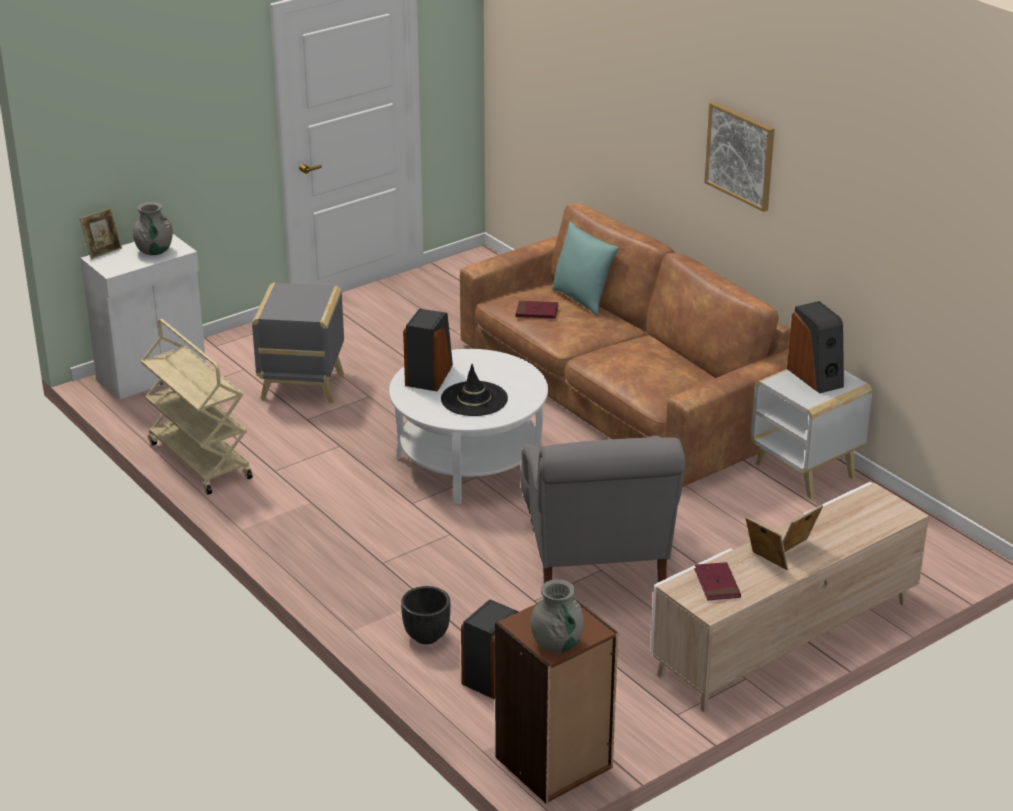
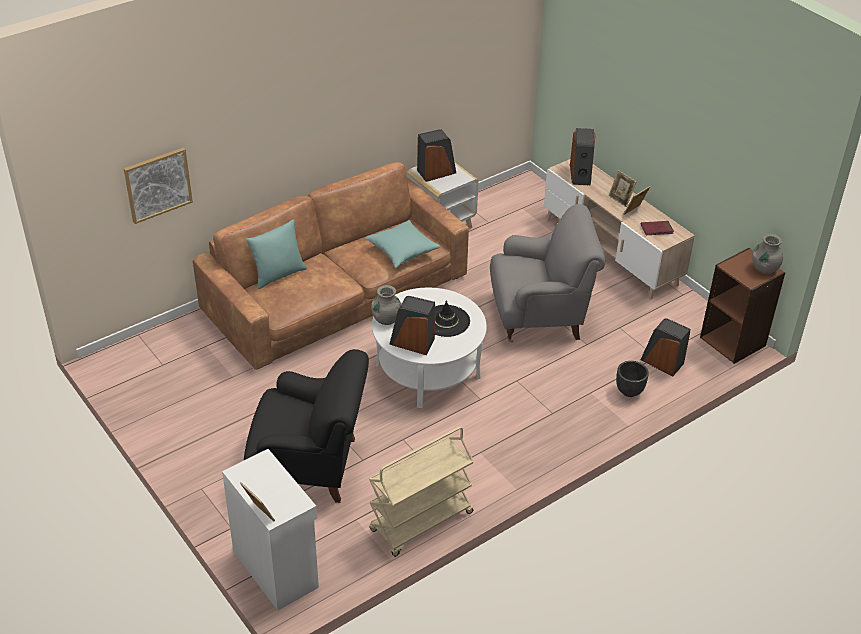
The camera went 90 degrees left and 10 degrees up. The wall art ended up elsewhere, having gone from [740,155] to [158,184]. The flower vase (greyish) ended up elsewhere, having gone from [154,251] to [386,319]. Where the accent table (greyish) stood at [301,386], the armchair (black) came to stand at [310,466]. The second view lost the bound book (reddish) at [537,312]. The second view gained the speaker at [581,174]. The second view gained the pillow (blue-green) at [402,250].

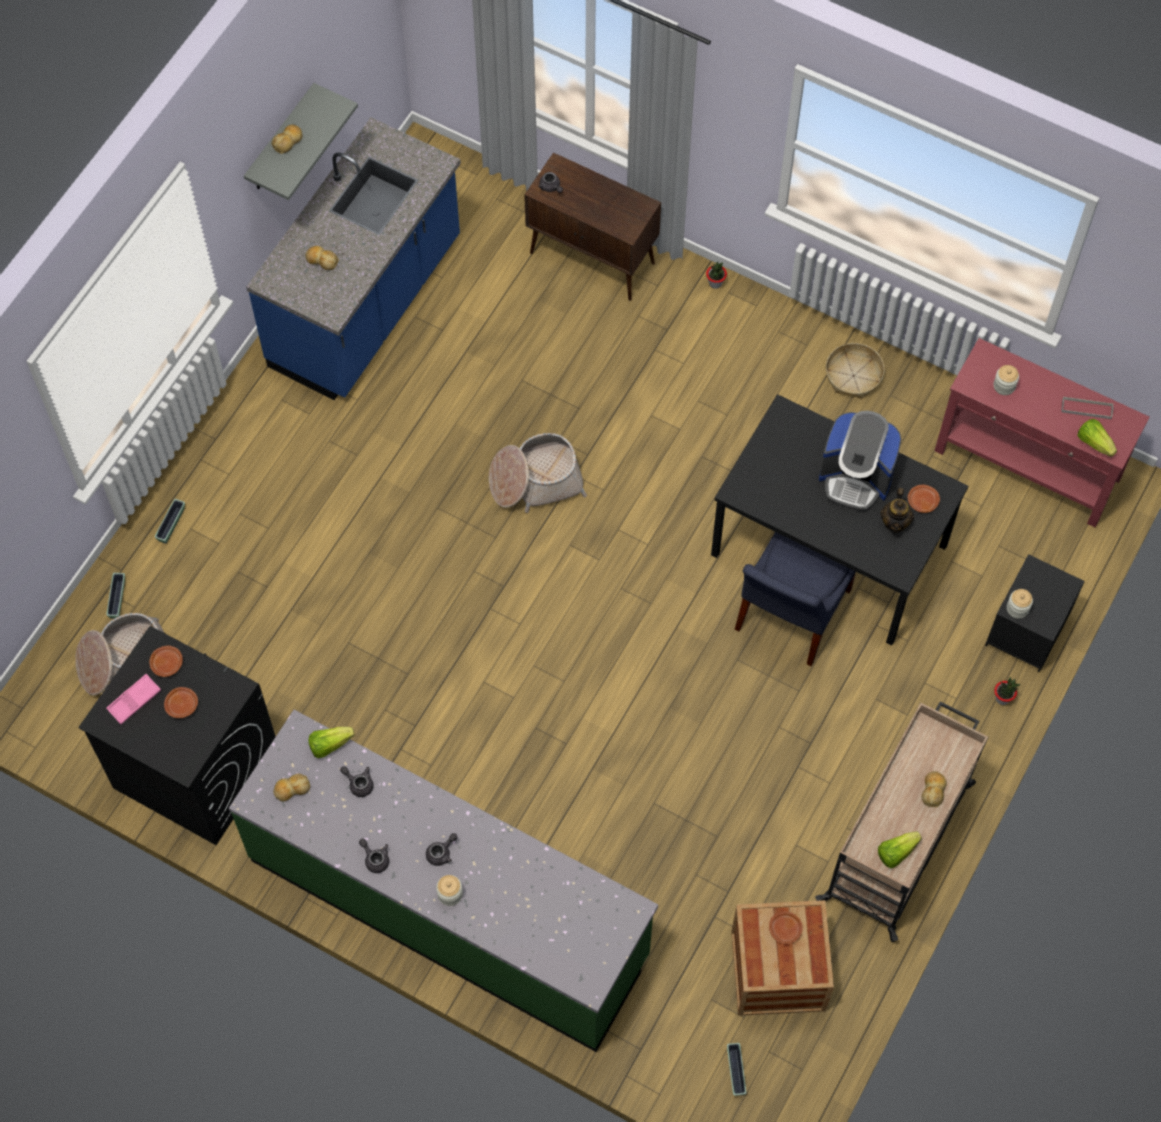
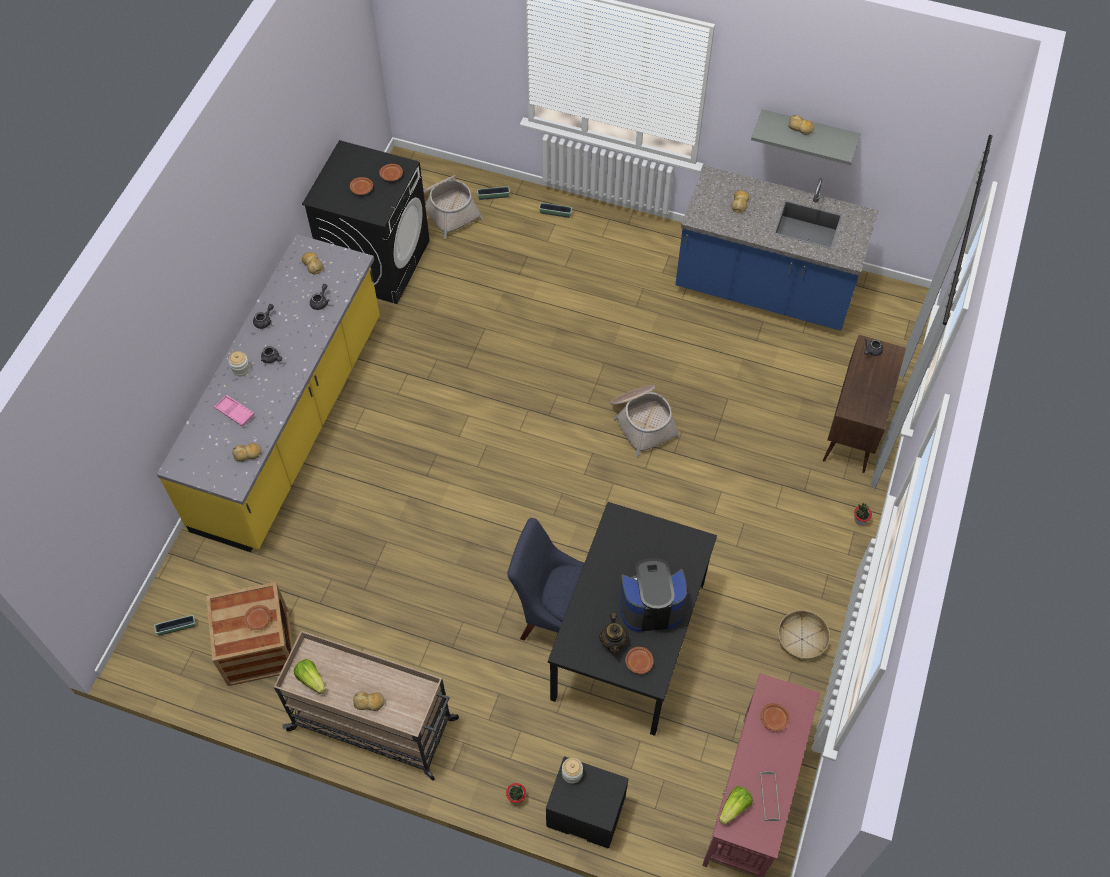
The camera went 80 degrees right and 5 degrees down. Where the jar stood at [1004,386], the dinner plate (brown) came to stand at [774,719]. The coffee machine at [856,477] ended up facing another way, 75 degrees clockwise from before. The teapot at [895,522] ended up facing another way, 90 degrees counterclockwise from before. The carrying tray (pink-coloured) ended up elsewhere, having gone from [134,701] to [234,412]. What was the kitchen counter (green) at [449,907] turned into the kitchen counter (yellowish) at [291,423]. The second view lost the lettuce head at [329,744]. The second view gained the bakery bread at [248,454].

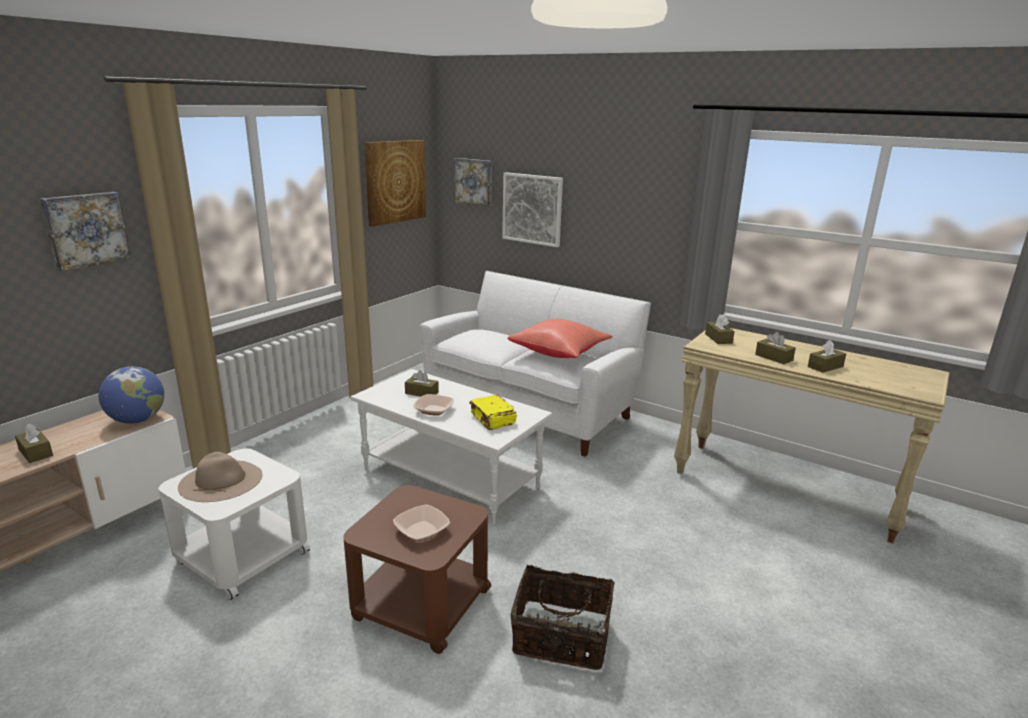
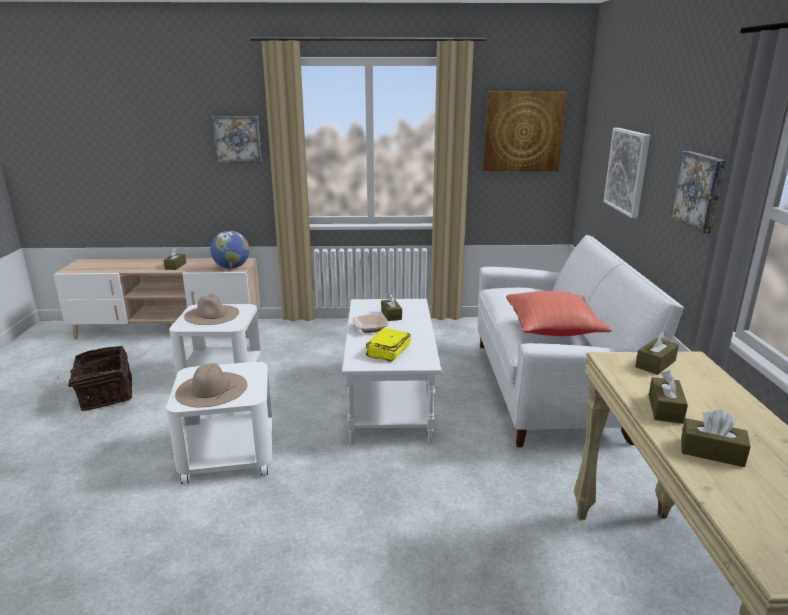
The camera went 55 degrees right and 0 degrees up. The wall art ended up elsewhere, having gone from [474,182] to [700,190]. What was the accent table (brown) at [420,603] turned into the accent table (white) at [228,453]. Where the deep dish stood at [421,531], the clothing hat (sand-coloured) came to stand at [211,389]. The basket ended up elsewhere, having gone from [561,639] to [104,394].

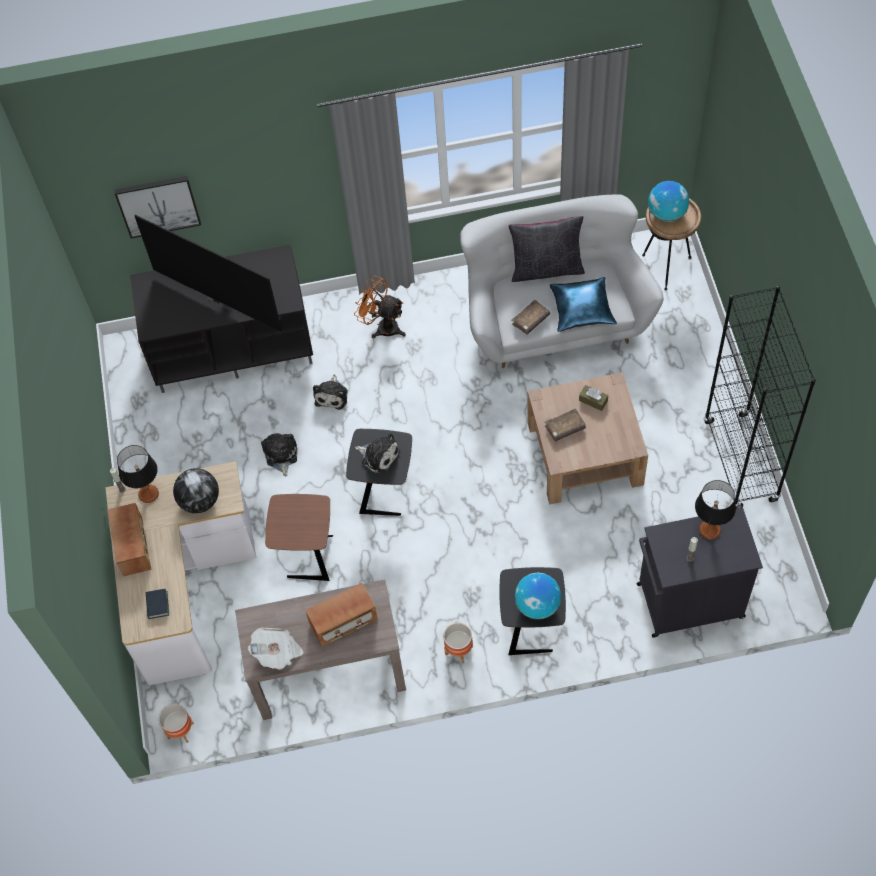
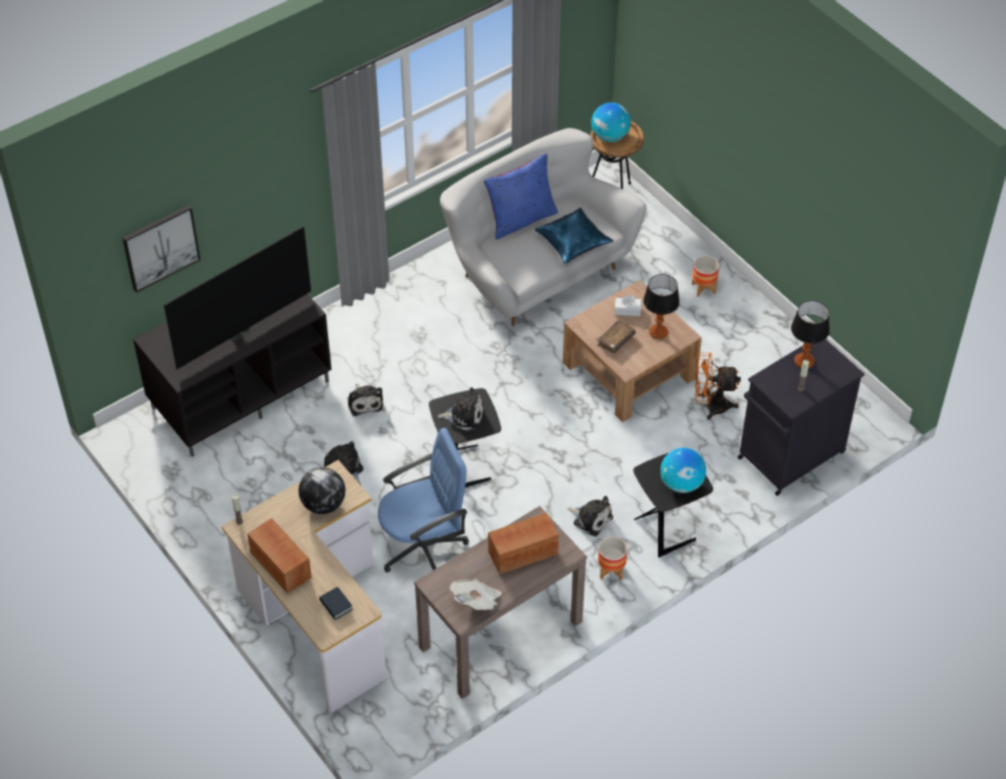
The camera went 30 degrees left and 10 degrees down. The TV set at [224,297] ended up facing another way, 45 degrees counterclockwise from before. What was the pillow (black) at [546,268] turned into the pillow (bluish) at [521,219]. The fan (orange-coloured) ended up elsewhere, having gone from [382,326] to [711,406]. The second view lost the shelving unit (black) at [740,461]. The second view lost the bound book (brown) at [530,320]. What was the tissue box (brown) at [593,400] turned into the tissue box (white) at [627,310]. The lamp for a table ended up elsewhere, having gone from [149,494] to [658,332]. Where the accent table (brown) stood at [308,558], the desk chair (bluish) came to stand at [423,546]. The radio at [343,622] ended up facing another way, 150 degrees counterclockwise from before. The planter ended up elsewhere, having gone from [180,730] to [703,288]. The second view gained the plush toy at [591,519].

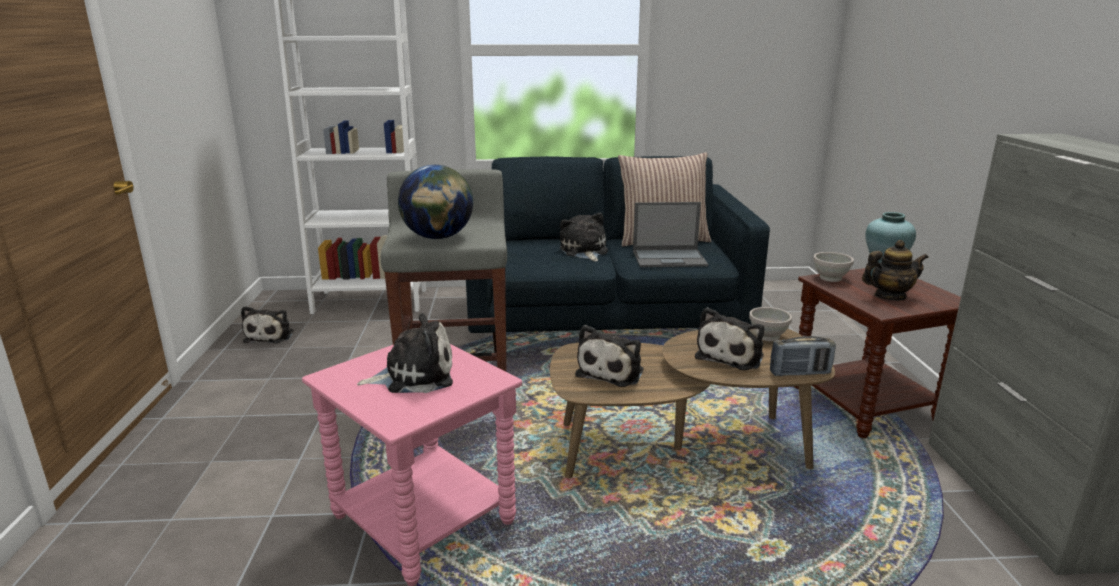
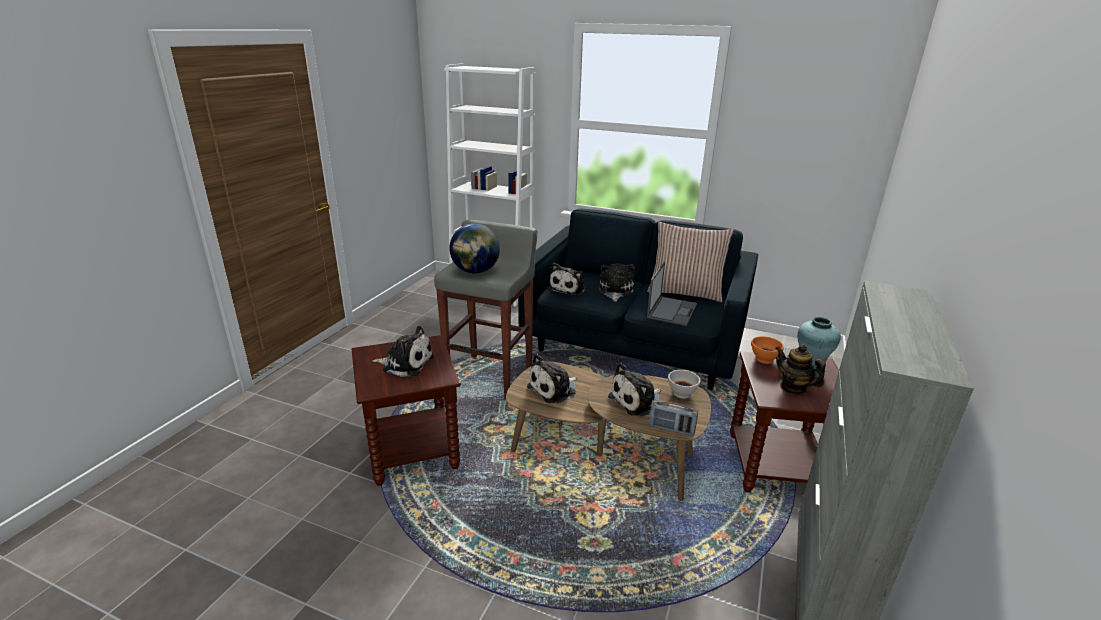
The camera went 25 degrees right and 5 degrees up. The portable computer at [670,258] ended up facing another way, 90 degrees counterclockwise from before. The teapot at [889,296] ended up facing another way, 150 degrees counterclockwise from before. What was the deep dish (white) at [830,278] turned into the deep dish (orange-coloured) at [763,359]. The plush toy ended up elsewhere, having gone from [271,336] to [568,289]. What was the accent table (pink-coloured) at [421,520] turned into the accent table (brown) at [411,449].

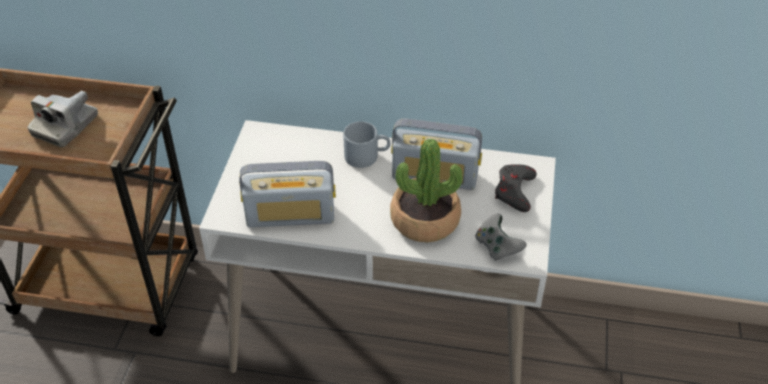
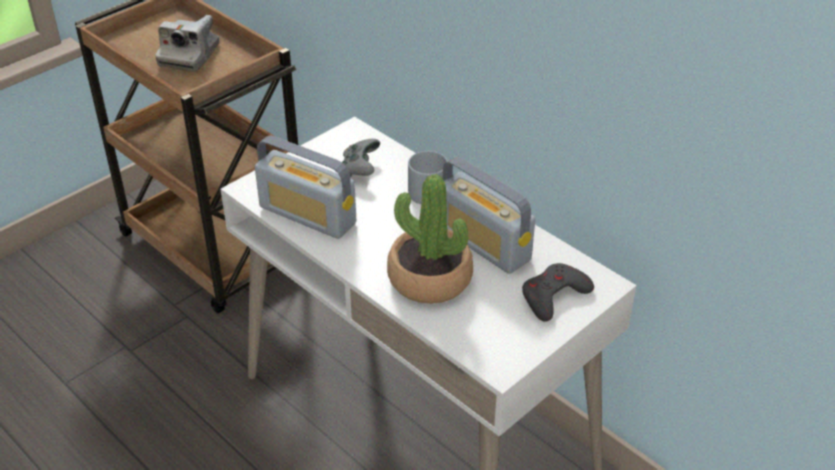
The camera went 35 degrees right and 5 degrees down. The still camera at [65,126] ended up facing another way, 45 degrees counterclockwise from before. The joypad (greyish) ended up elsewhere, having gone from [497,247] to [359,170].

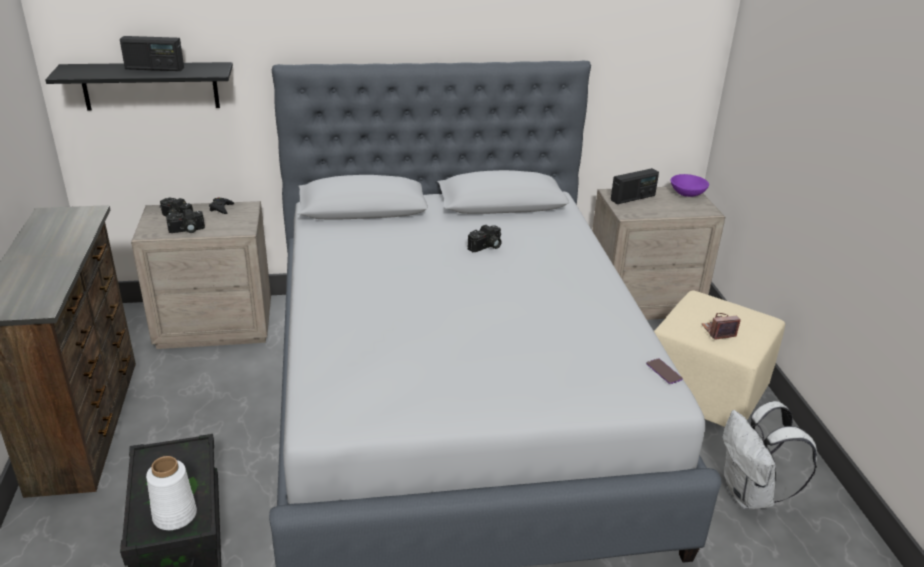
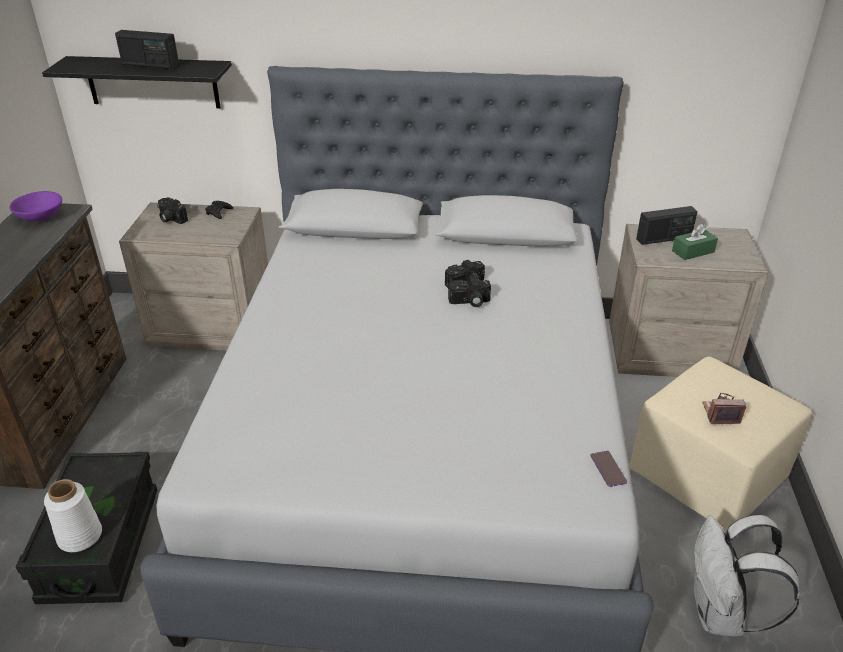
The camera went 15 degrees right and 5 degrees up. The deep dish (purple) ended up elsewhere, having gone from [687,194] to [40,217]. The still camera ended up elsewhere, having gone from [186,230] to [469,302]. The second view gained the tissue box (green) at [693,251].

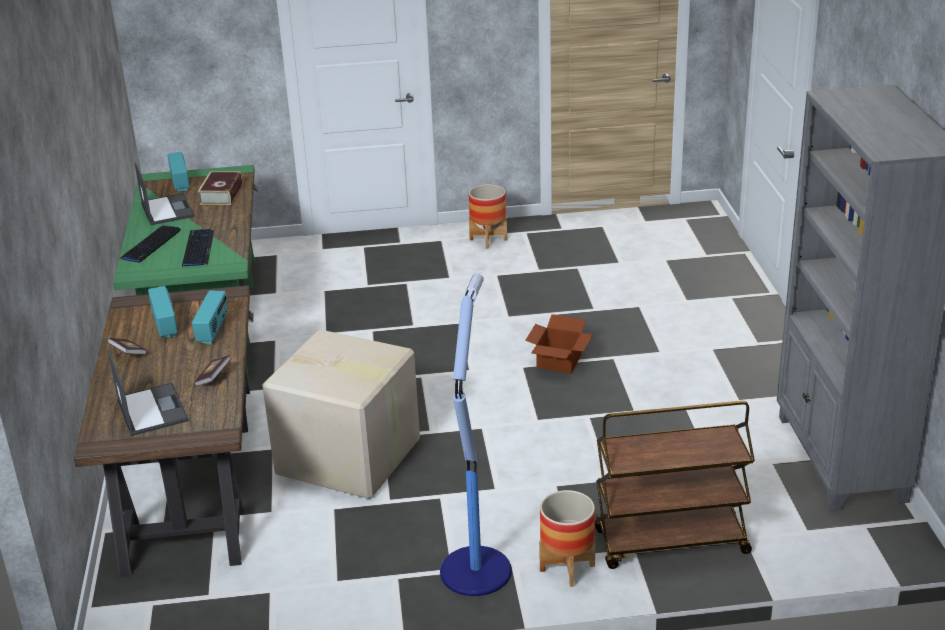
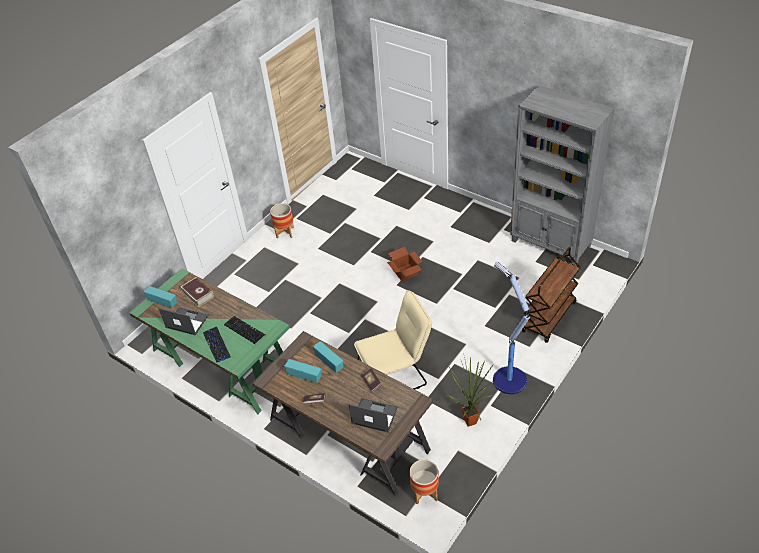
The camera went 45 degrees left and 15 degrees up. Where the packing box stood at [349,458], the upright chair (sand-coloured) came to stand at [396,375]. The planter ended up elsewhere, having gone from [567,568] to [425,493]. The second view gained the houseplant at [469,419].

